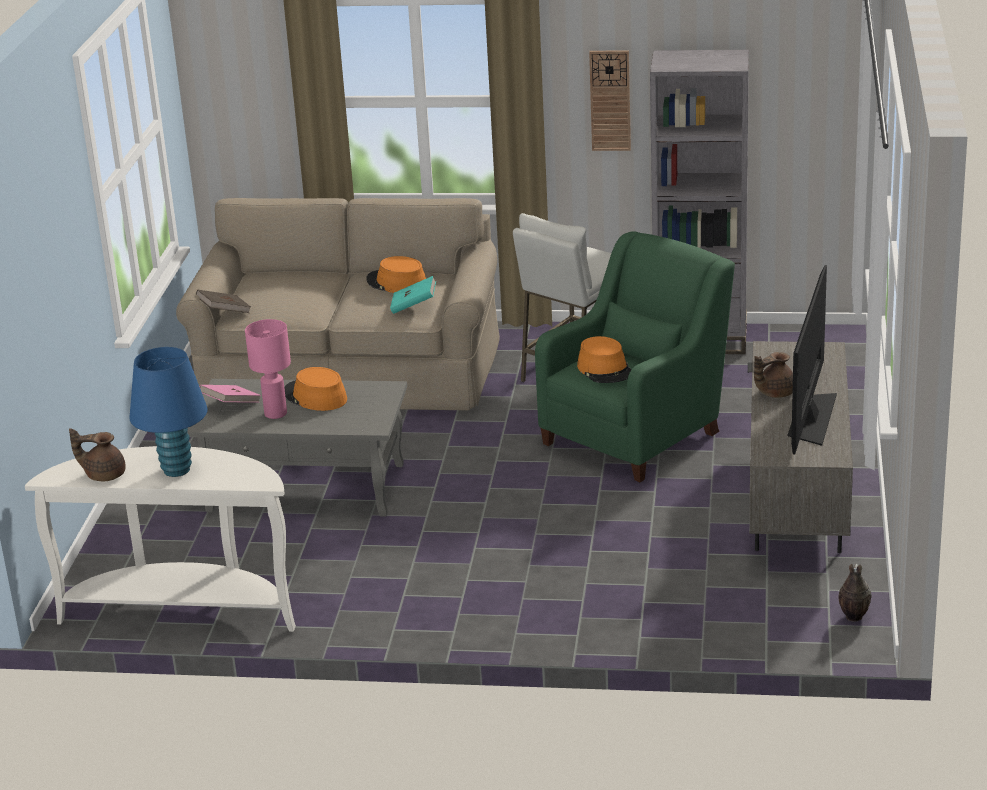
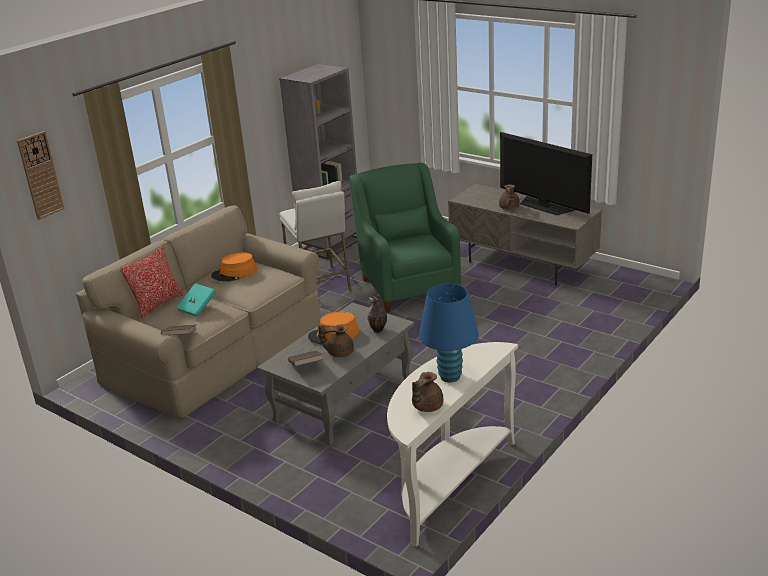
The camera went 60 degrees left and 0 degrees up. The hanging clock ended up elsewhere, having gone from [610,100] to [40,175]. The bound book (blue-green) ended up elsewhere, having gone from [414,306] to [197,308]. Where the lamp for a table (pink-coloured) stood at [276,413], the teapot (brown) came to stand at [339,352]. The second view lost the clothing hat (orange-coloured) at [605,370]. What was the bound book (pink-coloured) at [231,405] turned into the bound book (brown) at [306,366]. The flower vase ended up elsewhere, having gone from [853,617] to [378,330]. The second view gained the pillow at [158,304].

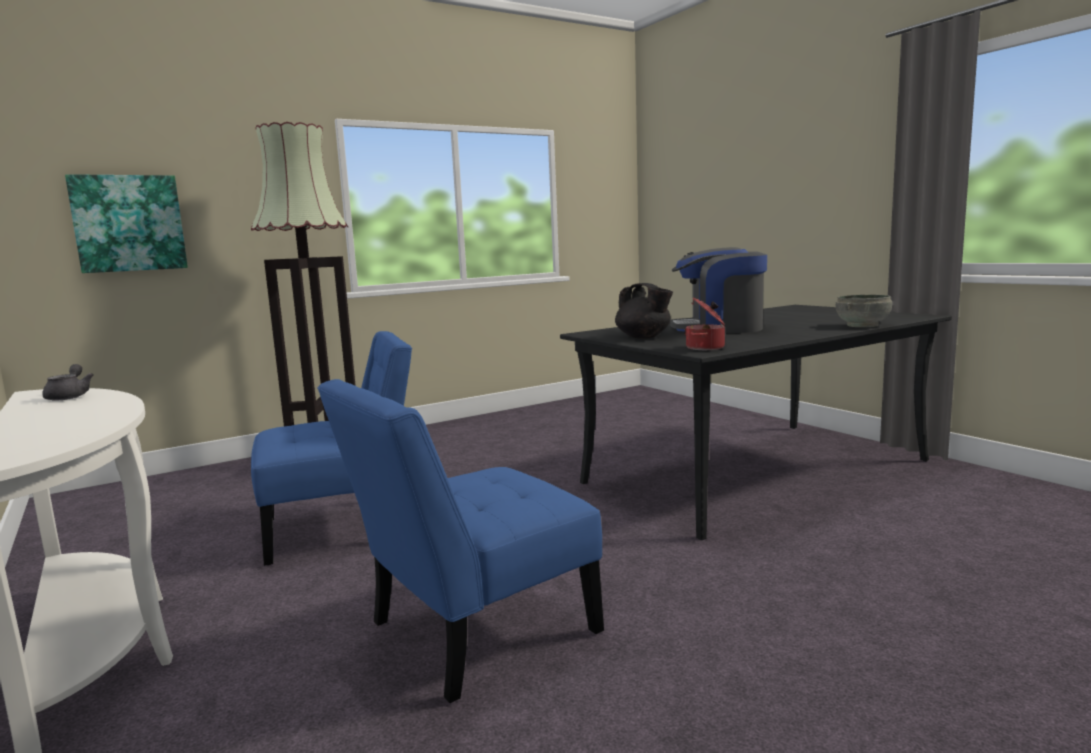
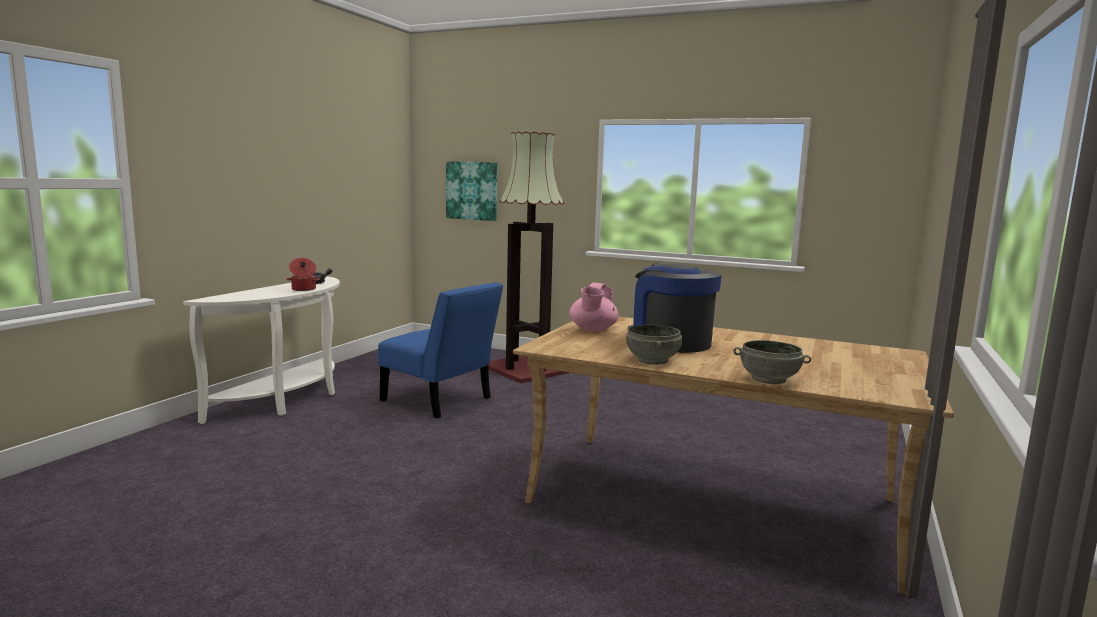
The camera went 55 degrees right and 0 degrees up. What was the teapot (black) at [644,337] turned into the teapot (pink-coloured) at [593,330]. The cooking pot ended up elsewhere, having gone from [706,348] to [303,289]. What was the dinner table (black) at [757,472] turned into the dinner table (sand-coloured) at [712,501]. The second view lost the upright chair (bluish) at [472,632]. The second view gained the deep dish (greyish) at [653,360].

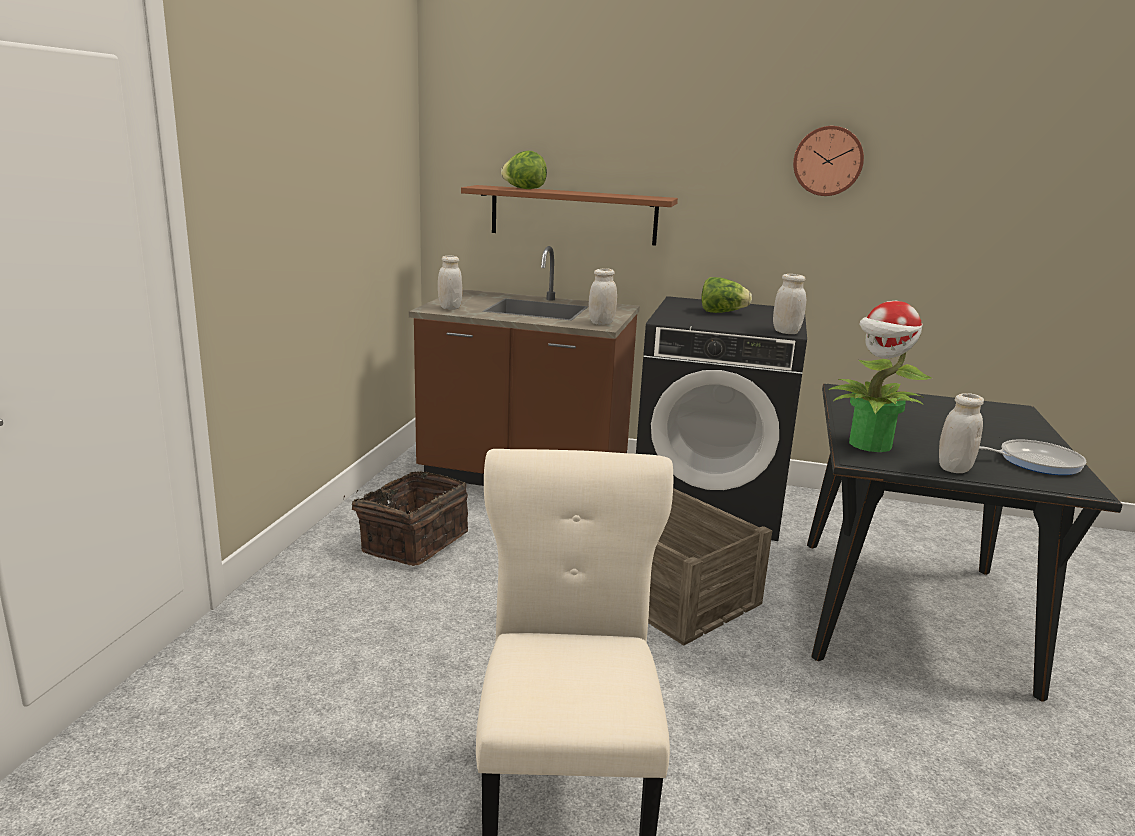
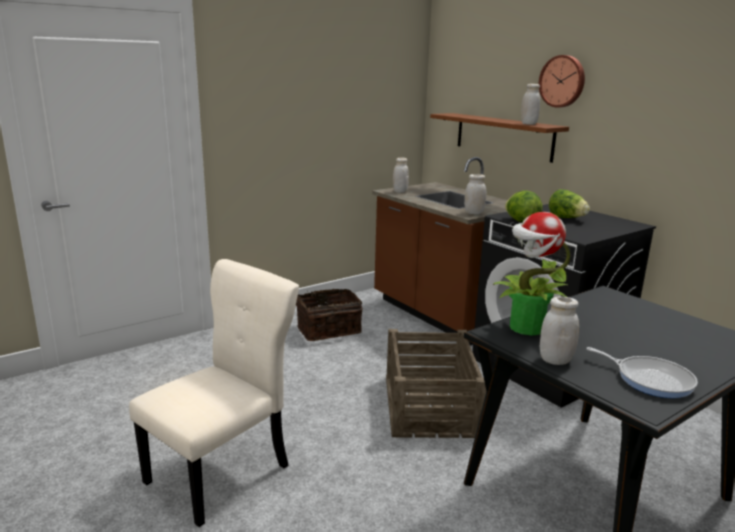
The camera went 40 degrees right and 0 degrees up. The hanging clock ended up elsewhere, having gone from [827,161] to [562,81]. The lettuce head ended up elsewhere, having gone from [524,189] to [521,222]. The jar (white) ended up elsewhere, having gone from [786,332] to [528,124].

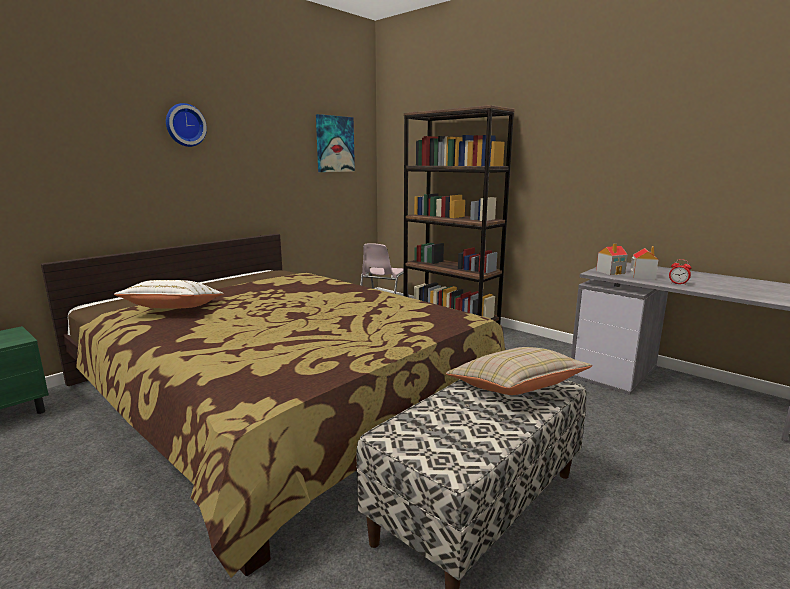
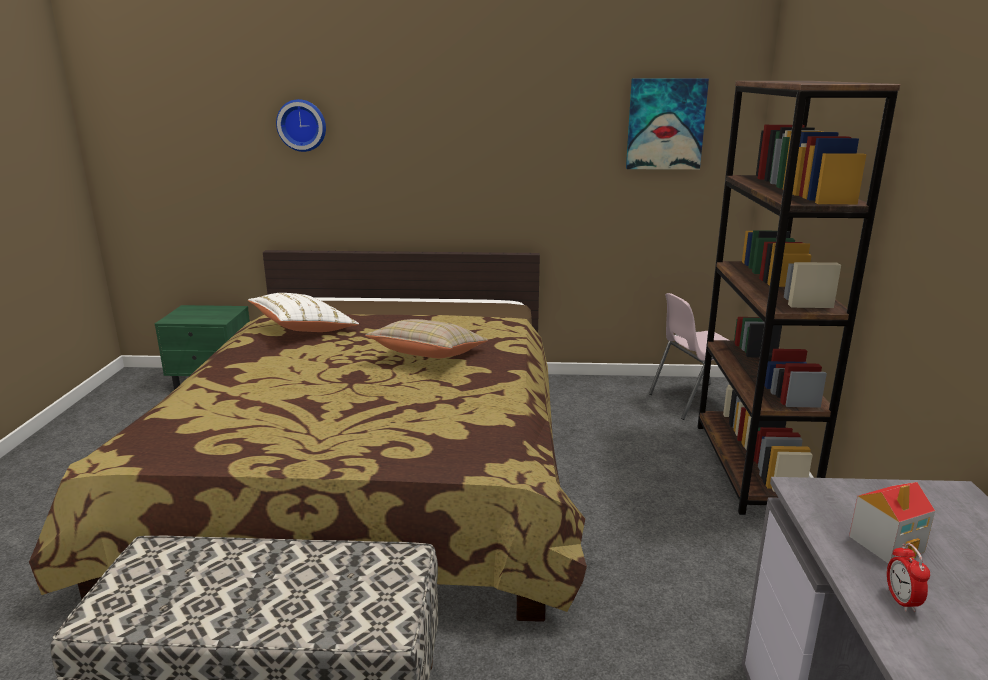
The camera went 50 degrees right and 5 degrees up. The hanging clock ended up elsewhere, having gone from [185,125] to [302,125]. The second view lost the model house at [610,272]. The pillow (sand-coloured) ended up elsewhere, having gone from [514,389] to [428,356].

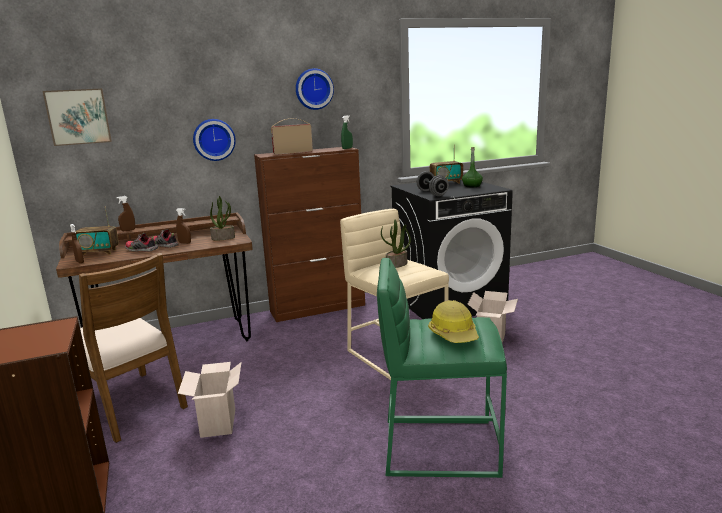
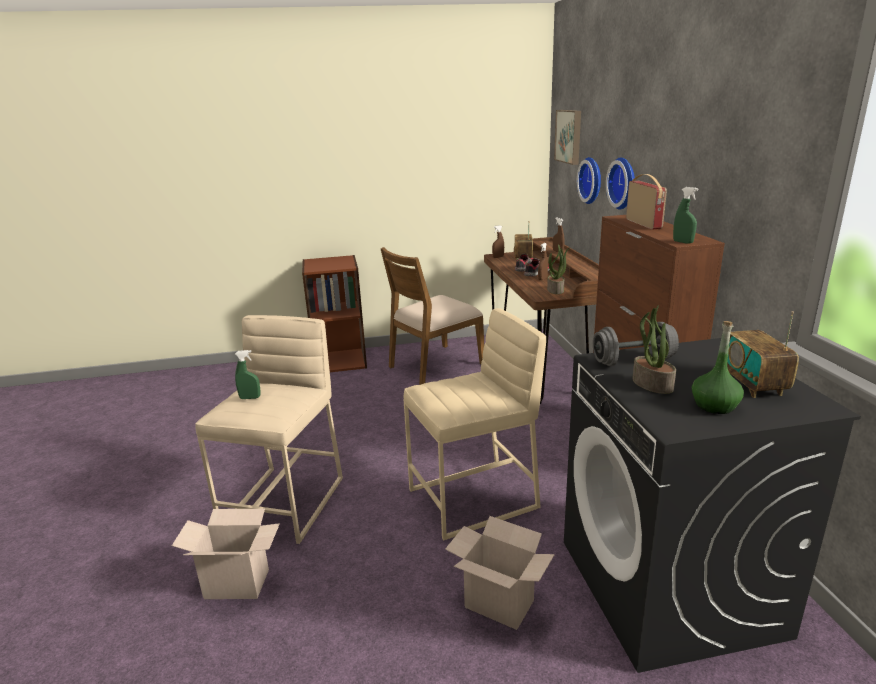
The camera went 100 degrees right and 5 degrees up. The hanging clock ended up elsewhere, having gone from [313,89] to [592,180]. The houseplant ended up elsewhere, having gone from [396,265] to [651,384]. What was the stool (green) at [439,446] turned into the stool (sand-coloured) at [285,502]. Where the work helmet stood at [454,334], the hand sprayer (green) came to stand at [250,398]. The packing box ended up elsewhere, having gone from [217,422] to [239,583].

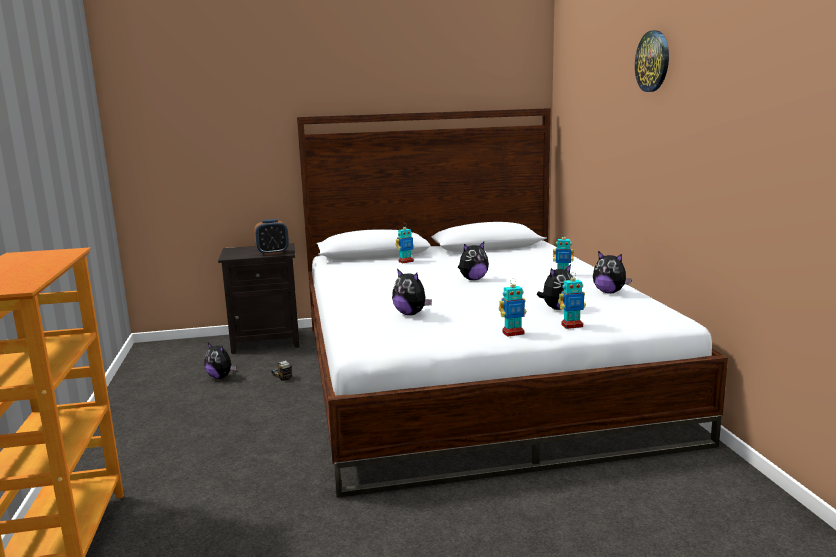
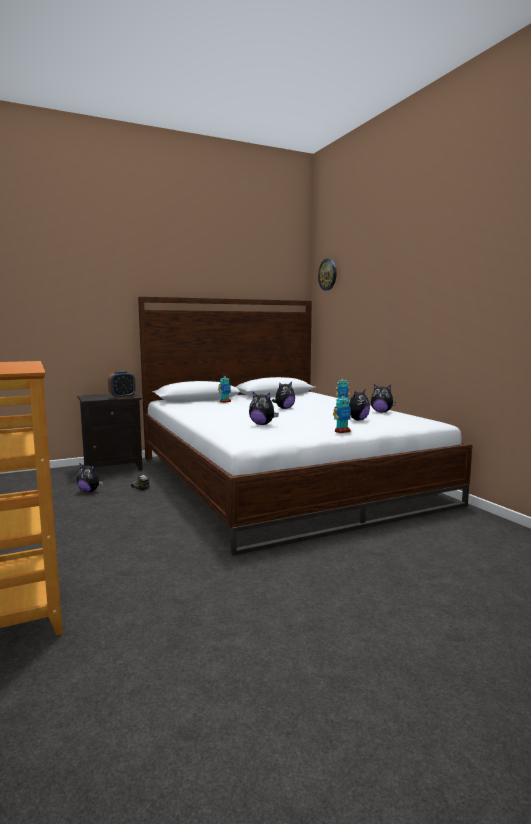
The camera went 15 degrees left and 5 degrees down. The hanging clock ended up elsewhere, having gone from [653,61] to [328,274]. The second view lost the model robot at [571,326].

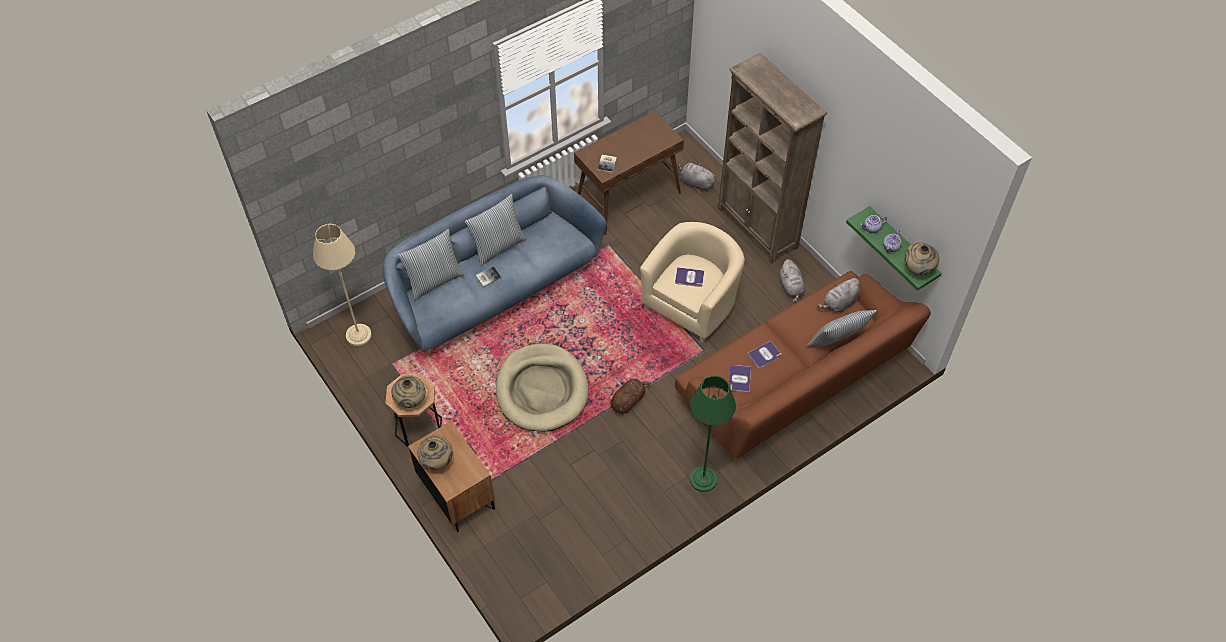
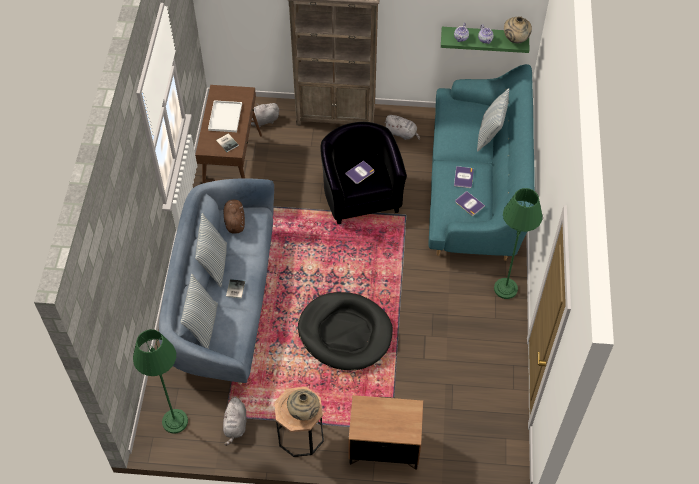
The camera went 50 degrees left and 0 degrees up. What was the armchair (sand-coloured) at [692,303] turned into the armchair (black) at [360,195]. What was the standing lamp (sand-coloured) at [358,335] turned into the standing lamp (green) at [175,421]. What was the sofa (brown) at [794,381] turned into the sofa (blue-green) at [476,185]. The plush toy (greyish) ended up elsewhere, having gone from [839,303] to [235,425]. What was the pet bed (sand-coloured) at [542,390] turned into the pet bed (black) at [345,333]. The plush toy (brown) ended up elsewhere, having gone from [628,401] to [235,221]. The second view lost the flower vase (sand-coloured) at [437,462]. The second view gained the carrying tray (white) at [225,117].

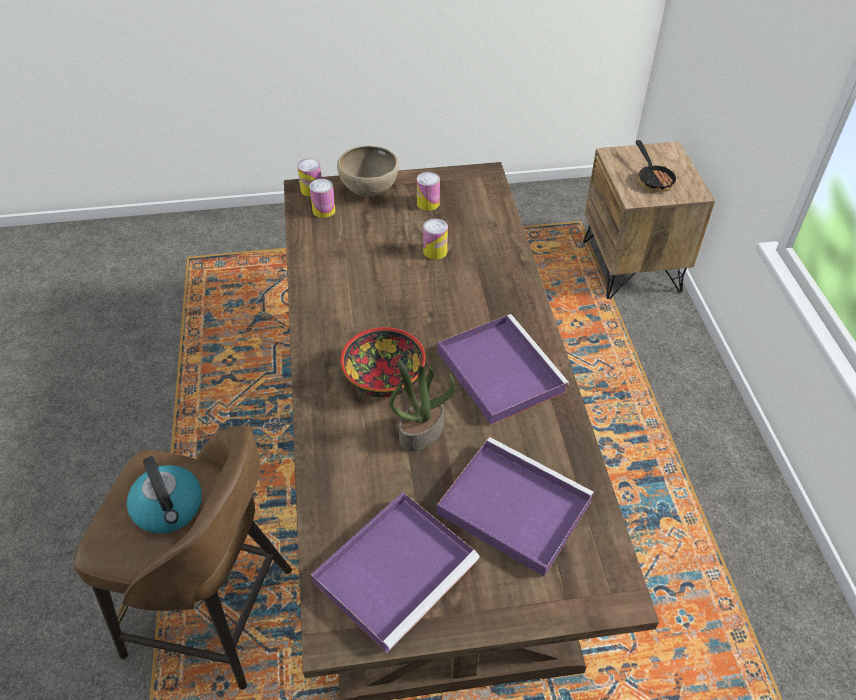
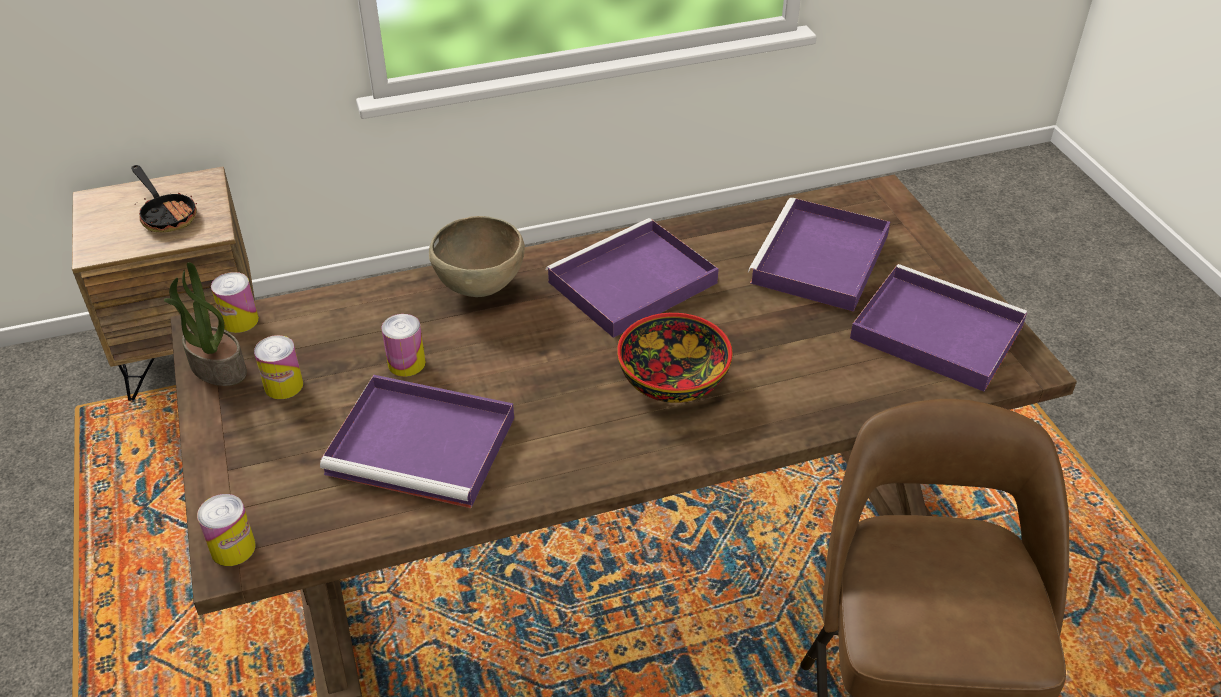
The camera went 100 degrees left and 5 degrees down. The frying pan at [653,179] ended up facing another way, 75 degrees clockwise from before. The deep dish (brown) ended up elsewhere, having gone from [369,192] to [481,288]. The can ended up elsewhere, having gone from [324,210] to [240,320]. The houseplant ended up elsewhere, having gone from [421,432] to [216,368]. The second view lost the water kettle at [169,508]. The second view gained the carrying tray (purple) at [425,445].

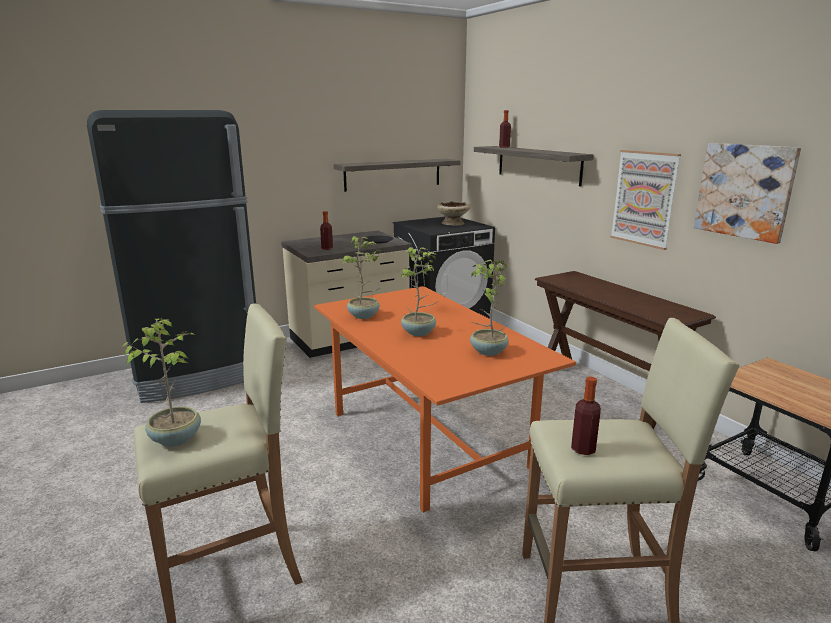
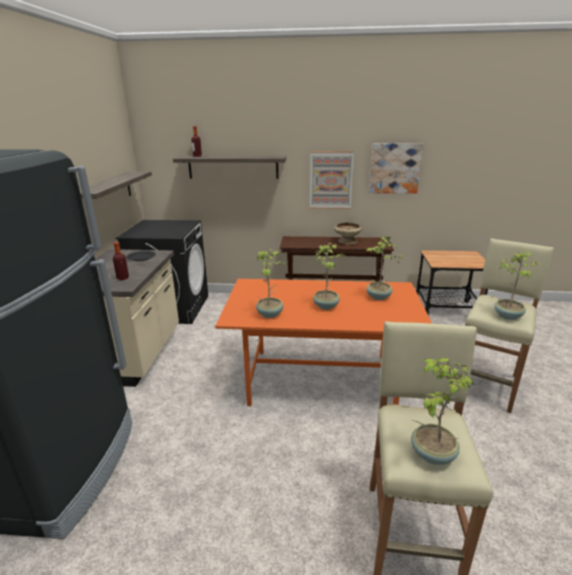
The camera went 55 degrees left and 5 degrees up. The deep dish (sand-coloured) ended up elsewhere, having gone from [453,223] to [347,241]. Where the bottle stood at [583,449], the houseplant came to stand at [508,315].

